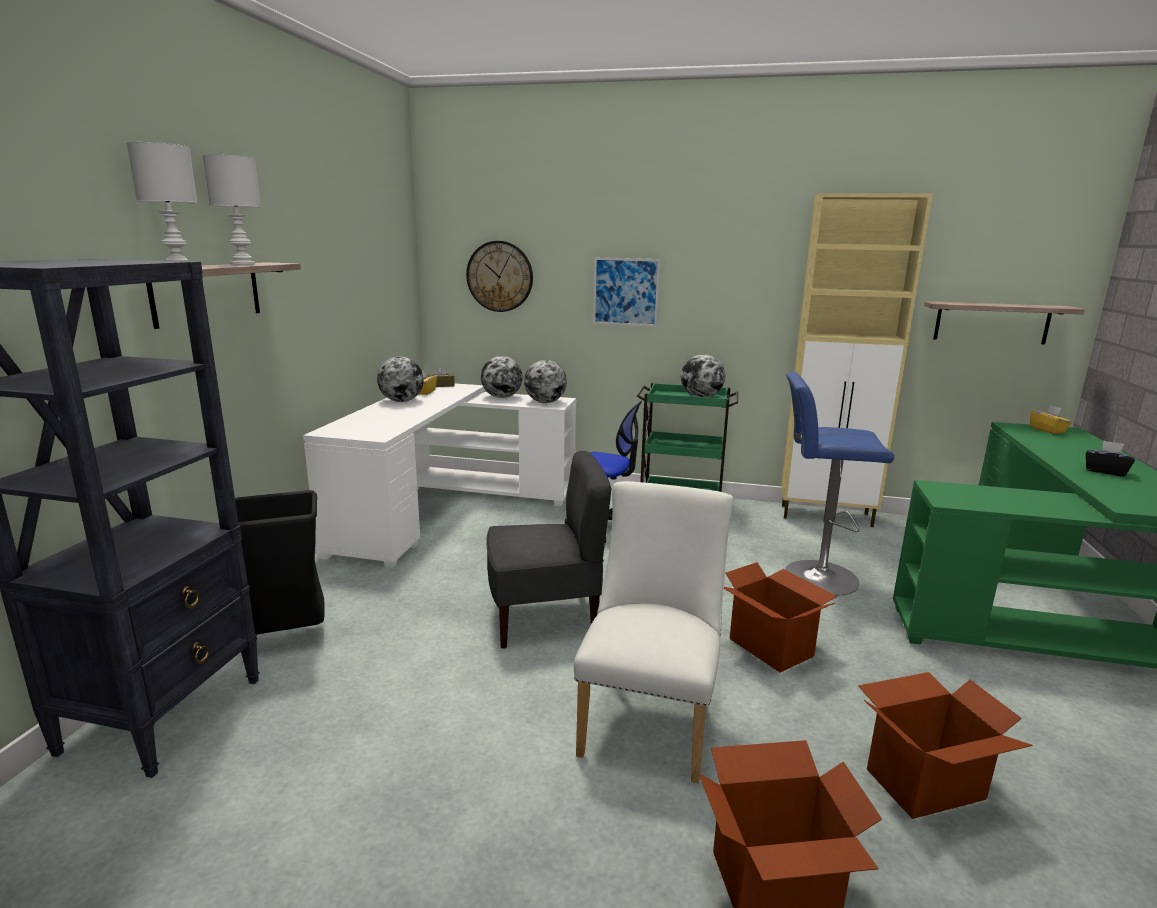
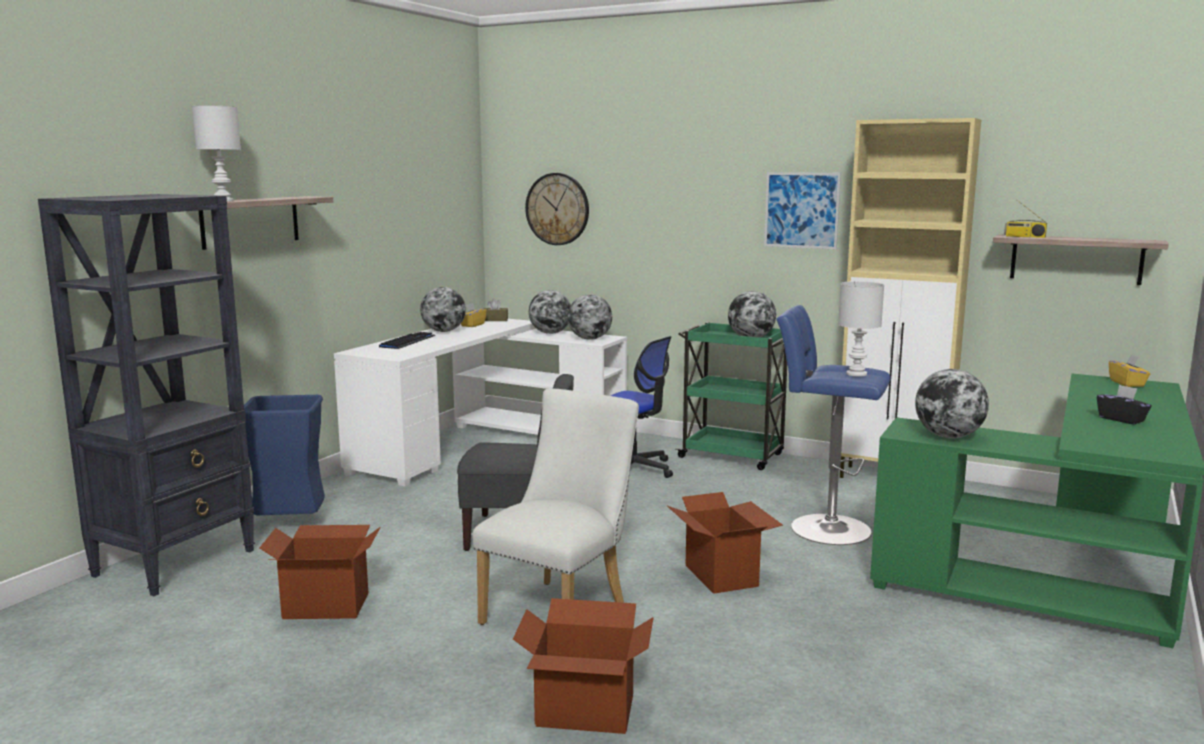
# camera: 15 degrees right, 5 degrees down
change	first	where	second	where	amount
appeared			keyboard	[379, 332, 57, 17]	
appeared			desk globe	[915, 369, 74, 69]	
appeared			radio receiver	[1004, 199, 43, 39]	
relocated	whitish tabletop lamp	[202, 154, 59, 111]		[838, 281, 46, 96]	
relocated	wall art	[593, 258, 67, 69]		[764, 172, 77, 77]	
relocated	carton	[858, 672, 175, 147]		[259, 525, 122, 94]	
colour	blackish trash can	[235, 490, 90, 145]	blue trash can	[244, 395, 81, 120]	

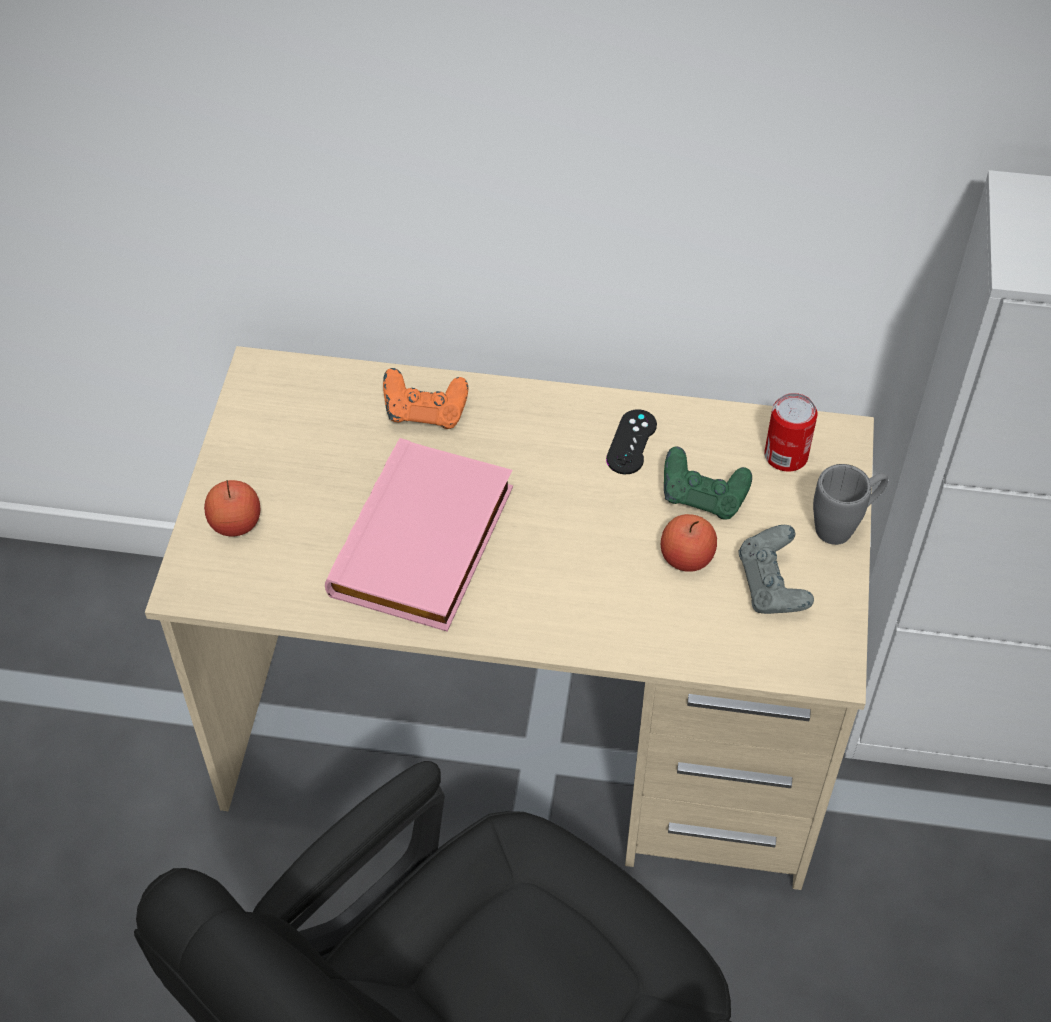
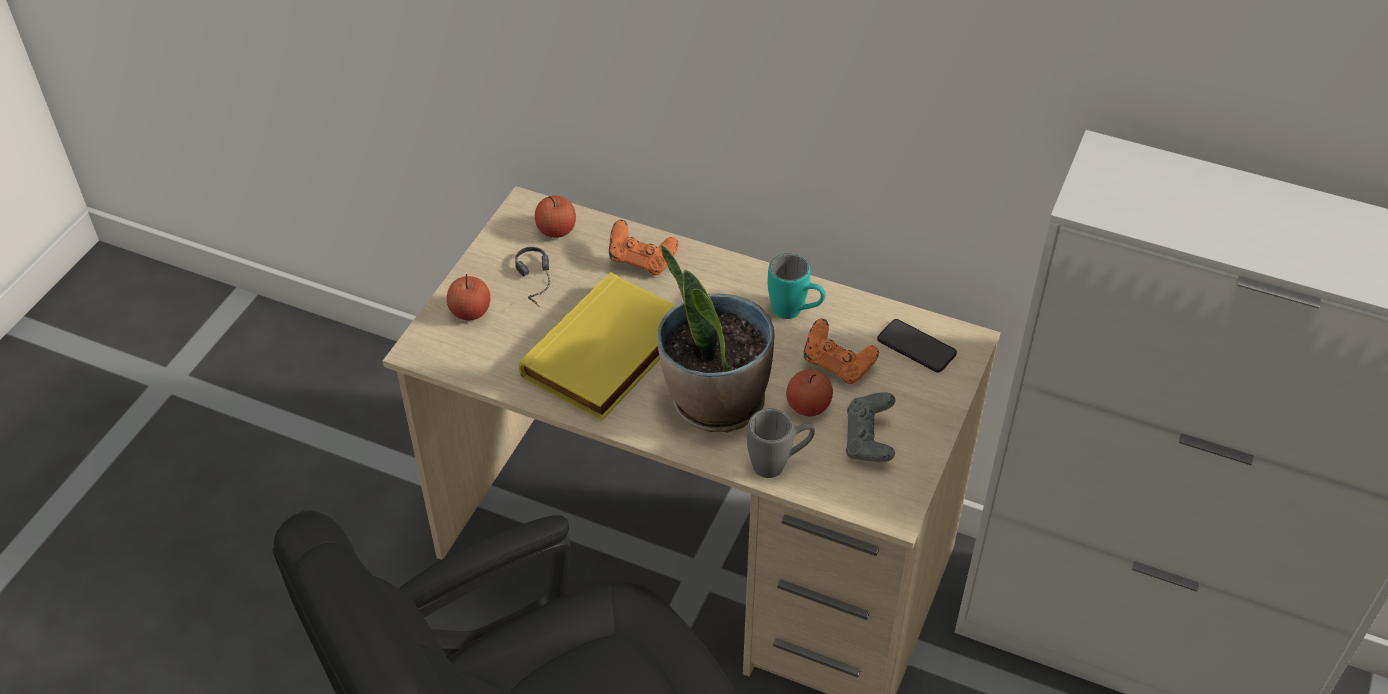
# camera: 15 degrees right, 5 degrees down
change	first	where	second	where	amount
appeared			headphones	[515, 247, 35, 60]	
appeared			whole apple	[535, 196, 41, 42]	
appeared			houseplant	[657, 245, 118, 188]	
relocated	gray tea mug	[813, 464, 75, 81]		[747, 409, 68, 69]	
exchanged	blackish joypad	[606, 409, 51, 65]	turquoise tea mug	[768, 253, 57, 66]	
exchanged	metal can	[764, 393, 53, 79]	phone	[877, 319, 80, 54]	
colour	pinkish volume	[325, 438, 188, 194]	yellow volume	[519, 272, 156, 149]	
colour	green joypad	[664, 447, 88, 73]	orange joypad	[804, 318, 75, 66]	

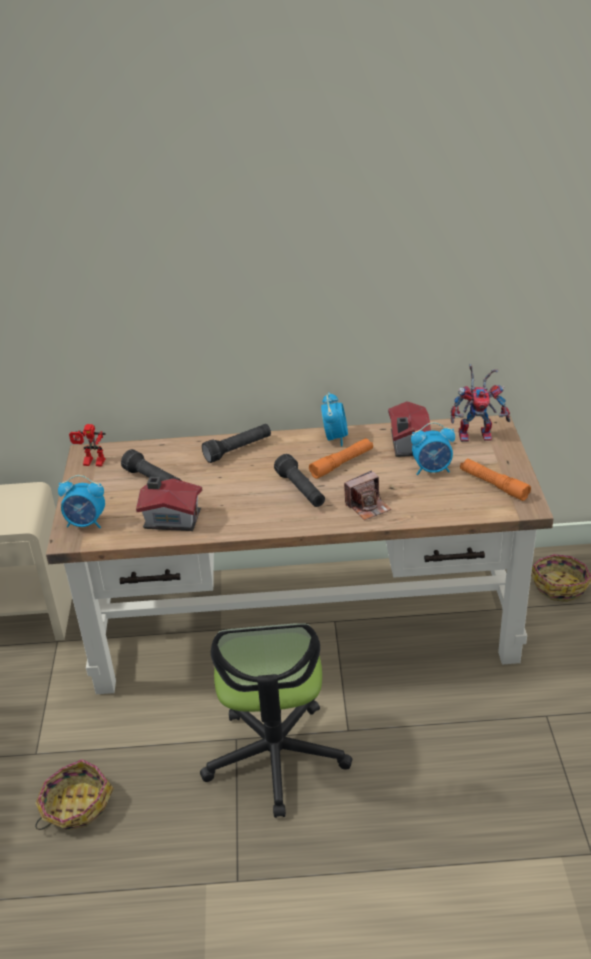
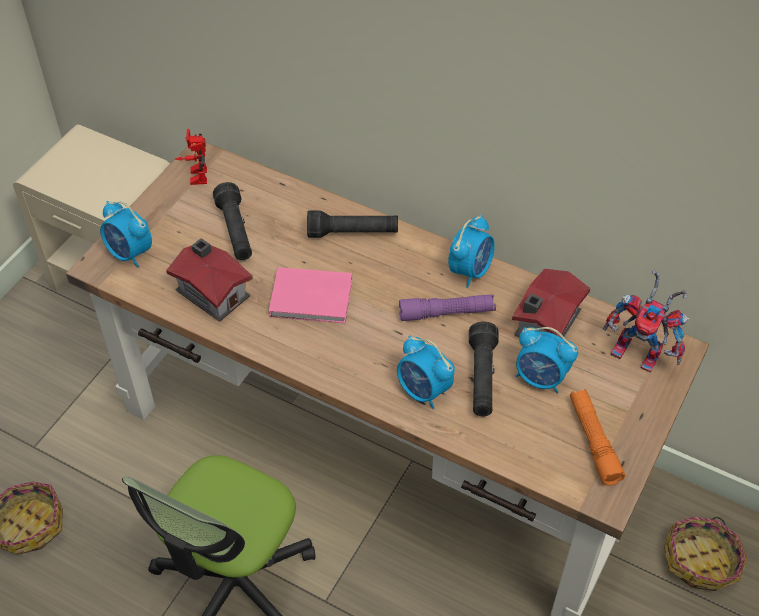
# camera: 30 degrees right, 15 degrees up
change	first	where	second	where	amount
appeared			pinkish volume	[269, 267, 83, 56]	
relocated	blackish hand torch	[274, 454, 51, 53]		[469, 322, 30, 94]	
exchanged	photo camera	[344, 470, 47, 51]	alarm clock	[397, 336, 58, 73]	
colour	orange hand torch	[309, 438, 64, 41]	purple hand torch	[399, 294, 97, 27]	
spun	robot figure	[69, 424, 37, 43]		[175, 129, 32, 56]	45 degrees clockwise

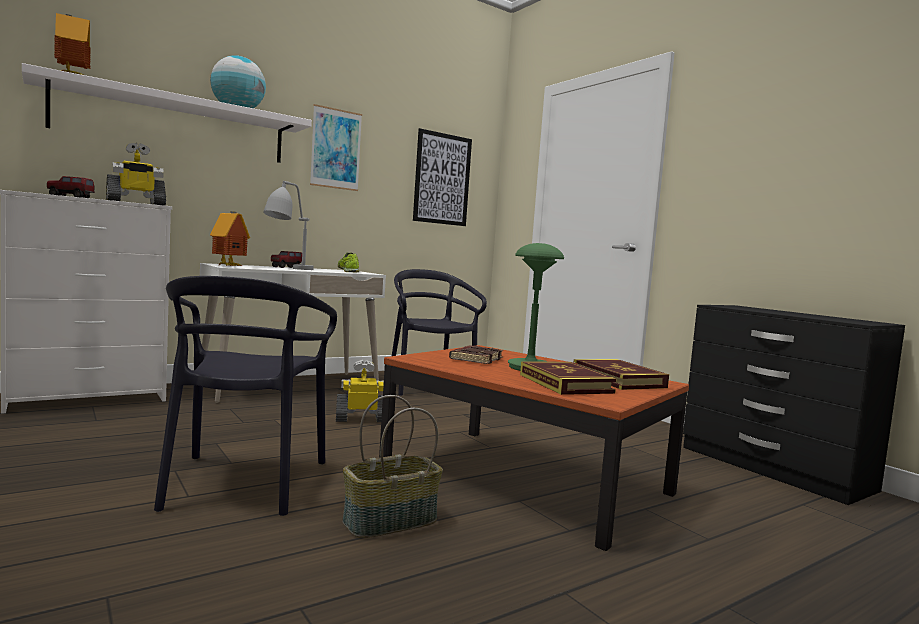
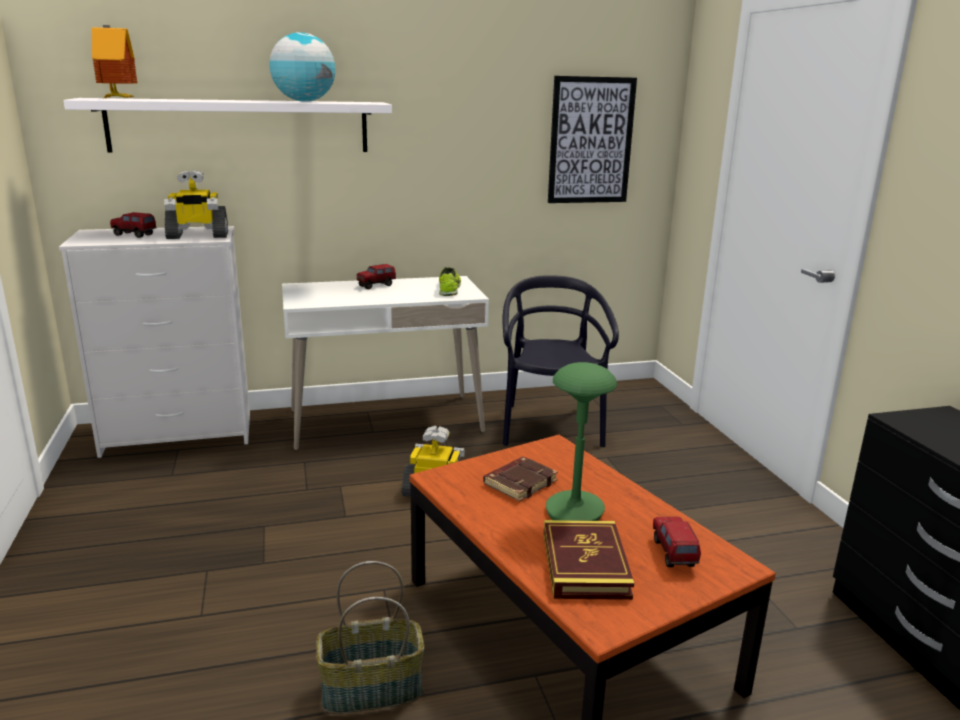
# camera: 20 degrees right, 15 degrees up
change	first	where	second	where	amount
missing	blackish chair	[154, 276, 183, 240]			
missing	model house	[210, 211, 40, 55]			
missing	gray tabletop lamp	[263, 181, 51, 89]			
missing	wall art	[310, 104, 52, 87]			
exchanged	volume	[574, 359, 95, 31]	toy truck	[653, 517, 48, 50]	

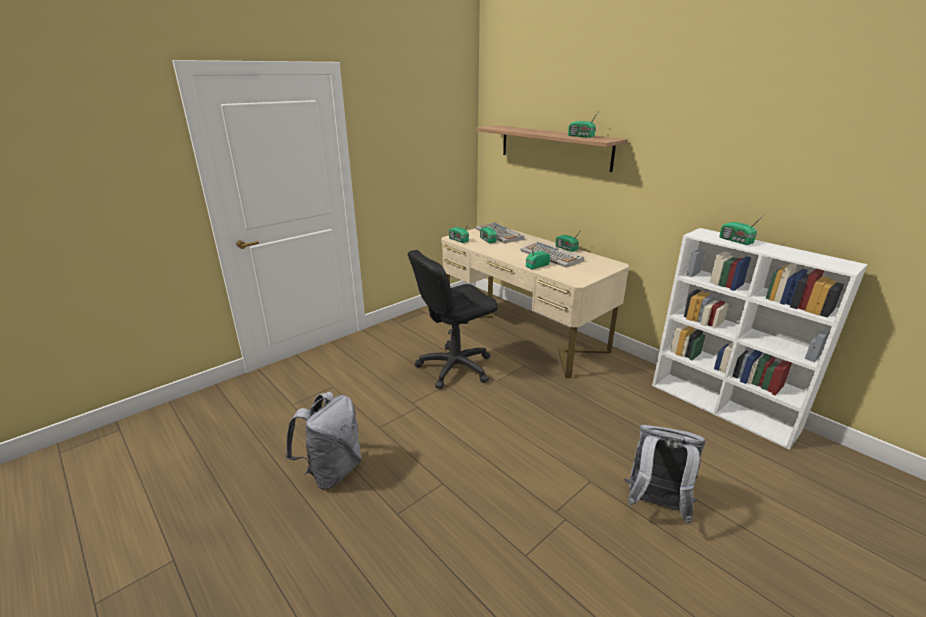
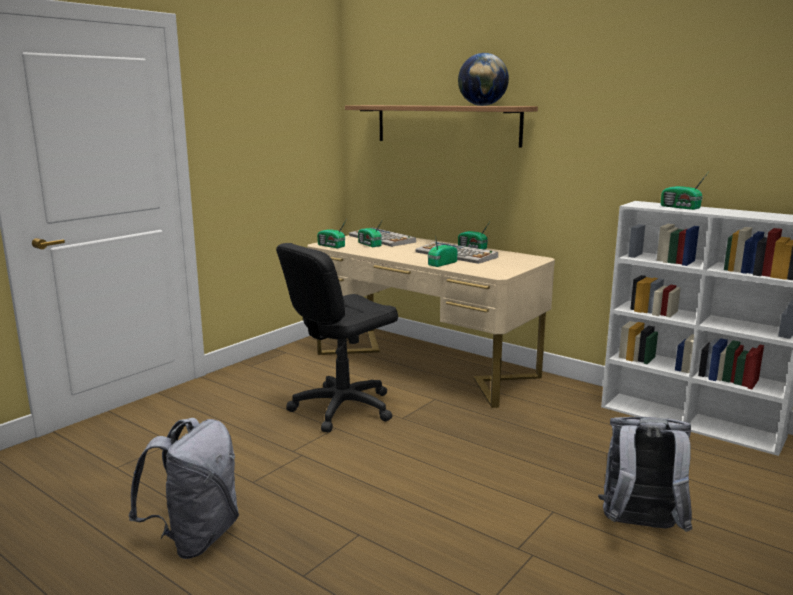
# camera: 10 degrees left, 10 degrees down
change	first	where	second	where	amount
exchanged	radio receiver	[568, 110, 32, 28]	desk globe	[458, 53, 51, 53]	

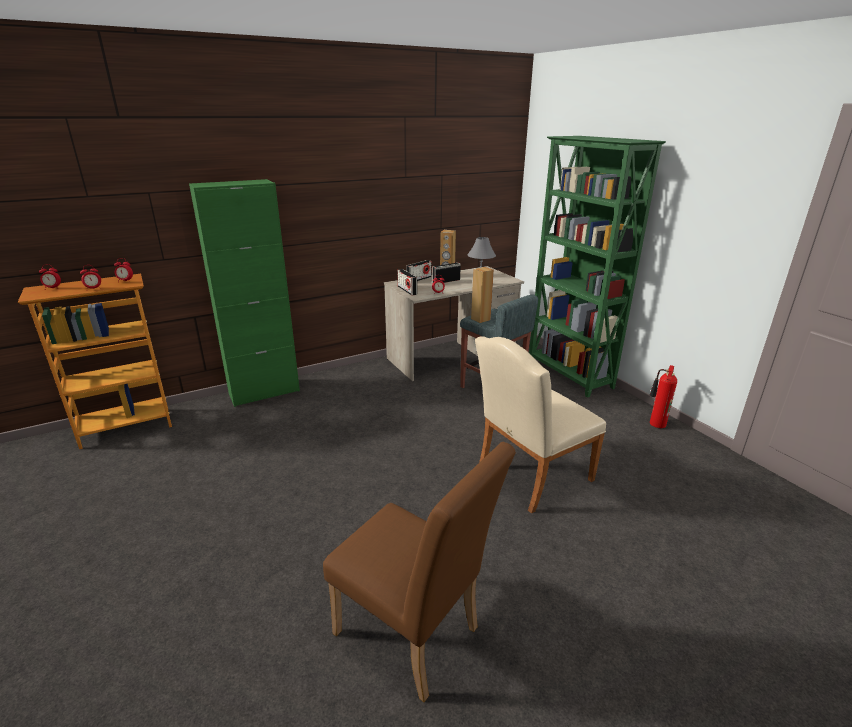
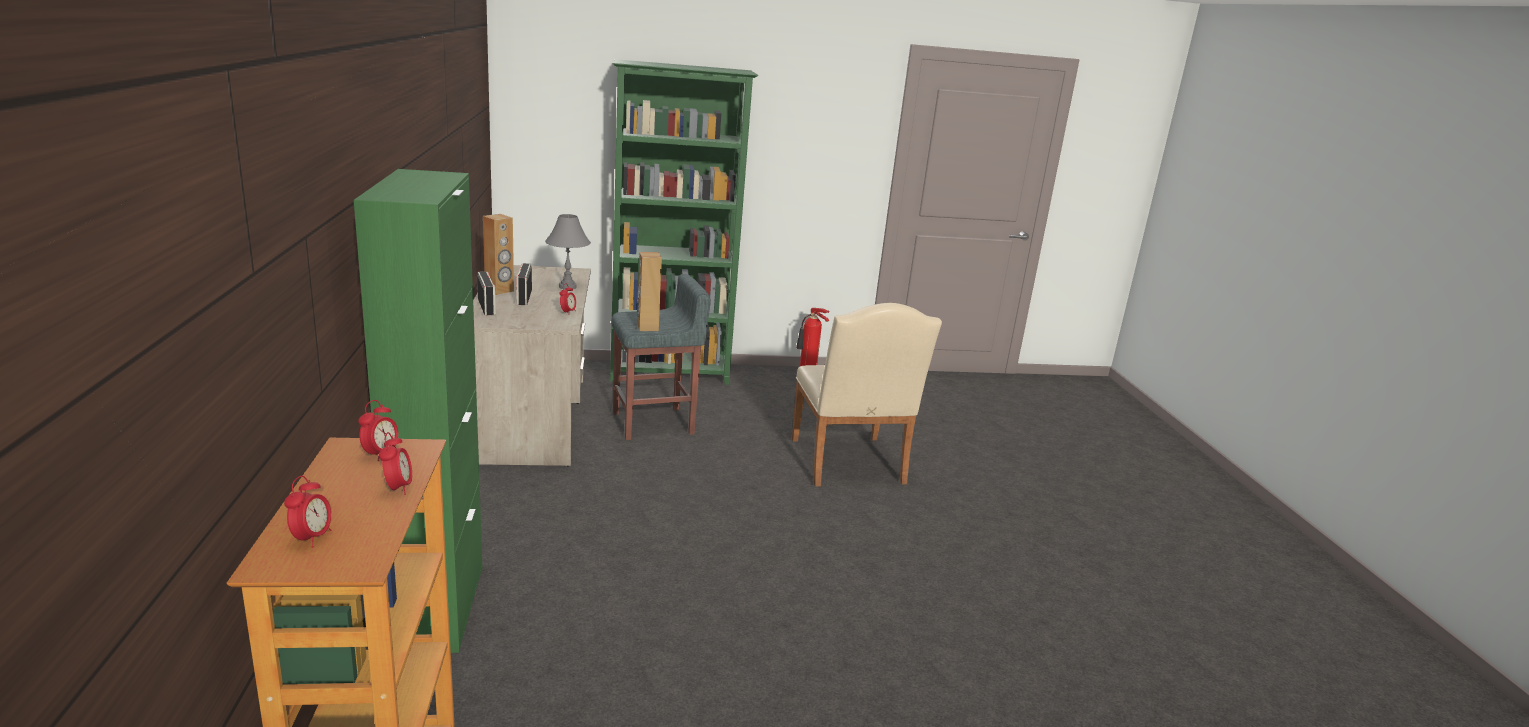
# camera: 70 degrees left, 5 degrees down
change	first	where	second	where	amount
missing	brownish chair	[323, 442, 193, 260]			
missing	radio receiver	[397, 269, 20, 26]			

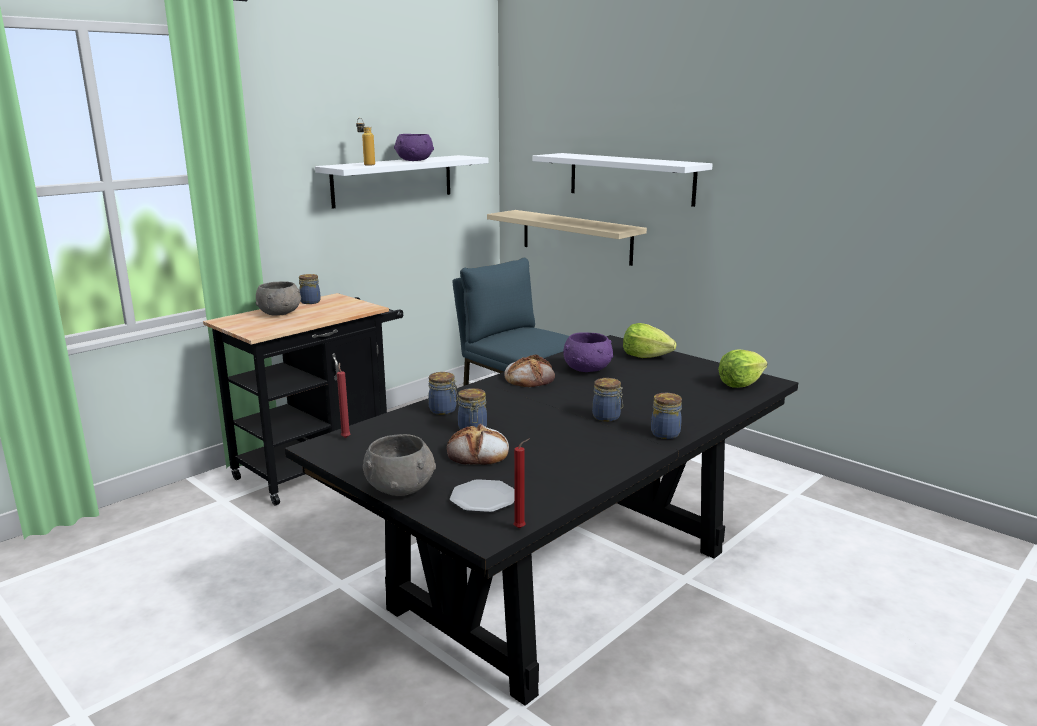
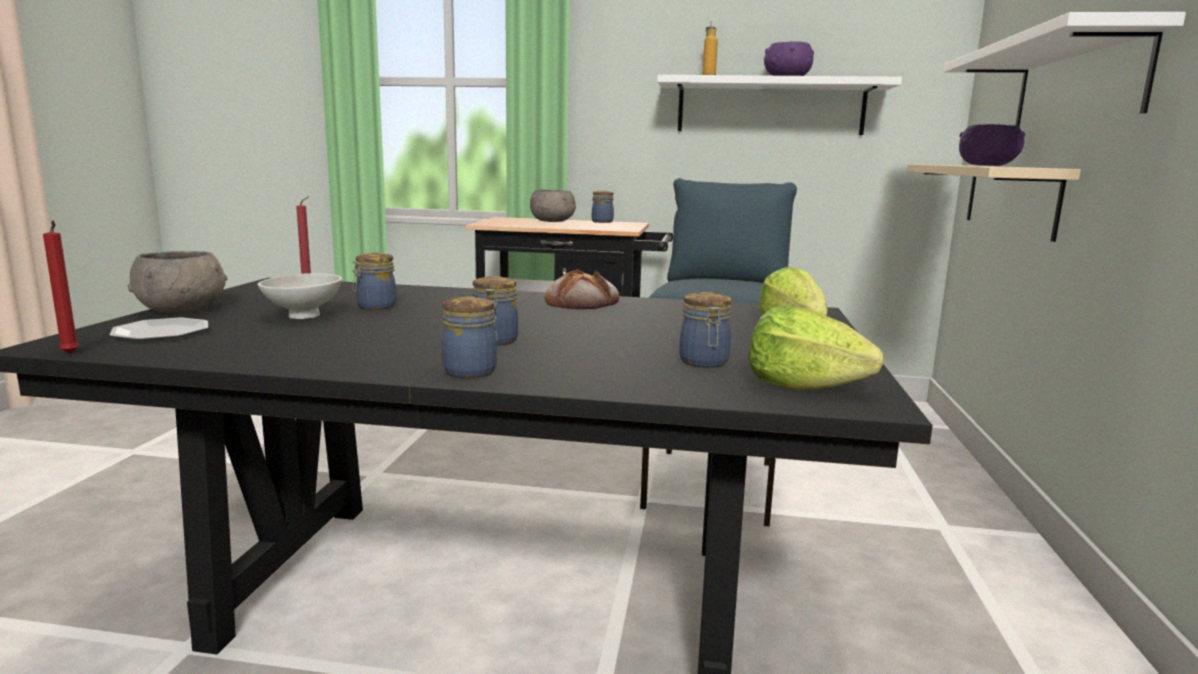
# camera: 55 degrees right, 5 degrees down
change	first	where	second	where	amount
relocated	preserve jar	[428, 372, 30, 43]		[679, 292, 53, 76]	
relocated	purple bowl	[563, 332, 50, 40]		[959, 124, 66, 42]	
exchanged	bread	[446, 424, 63, 41]	whitish bowl	[258, 273, 84, 46]	

